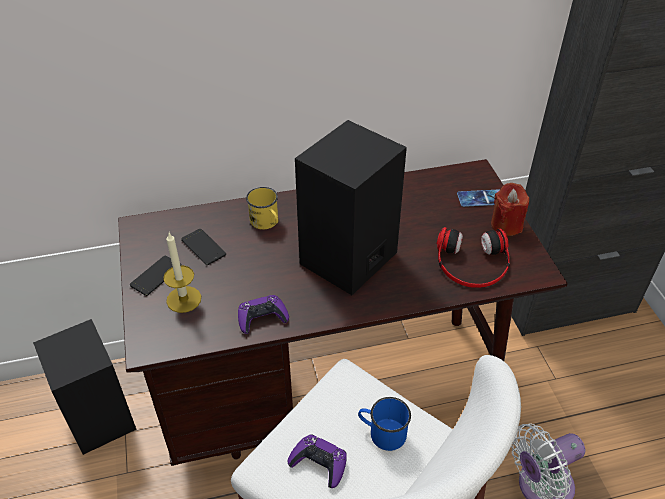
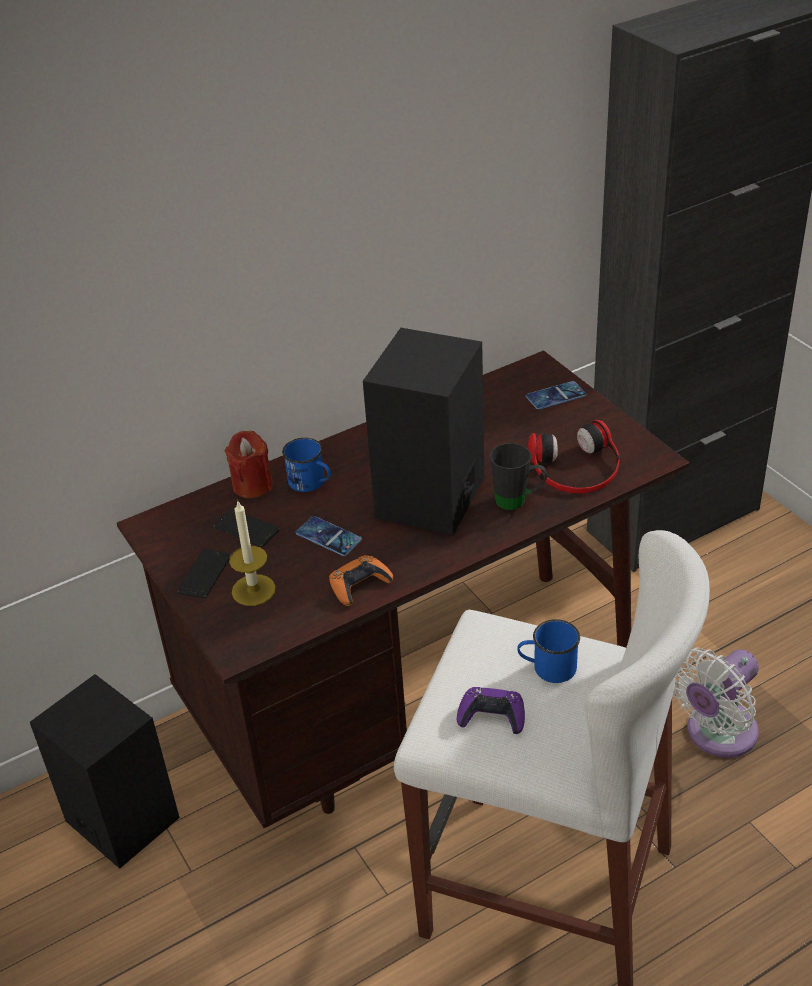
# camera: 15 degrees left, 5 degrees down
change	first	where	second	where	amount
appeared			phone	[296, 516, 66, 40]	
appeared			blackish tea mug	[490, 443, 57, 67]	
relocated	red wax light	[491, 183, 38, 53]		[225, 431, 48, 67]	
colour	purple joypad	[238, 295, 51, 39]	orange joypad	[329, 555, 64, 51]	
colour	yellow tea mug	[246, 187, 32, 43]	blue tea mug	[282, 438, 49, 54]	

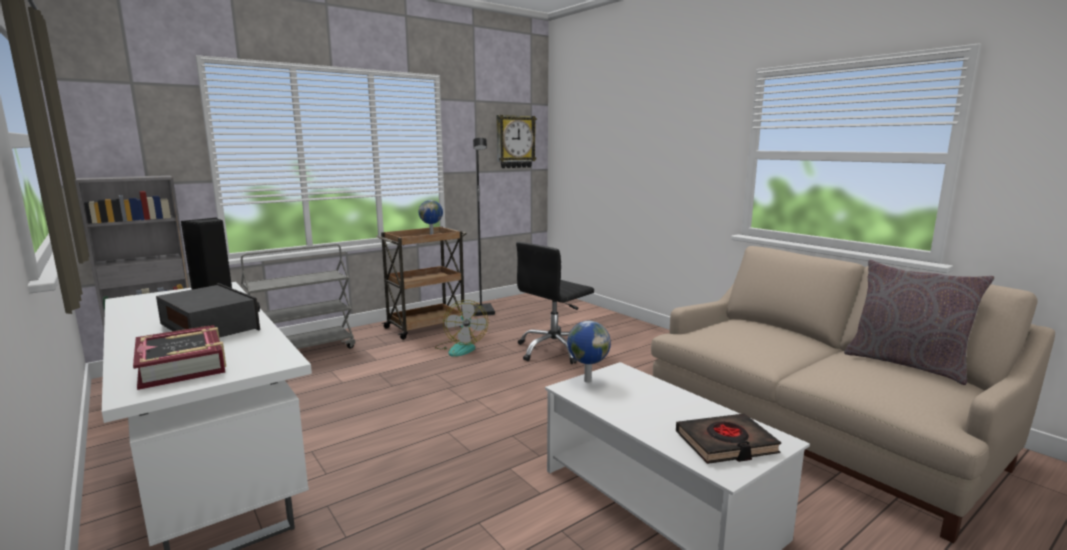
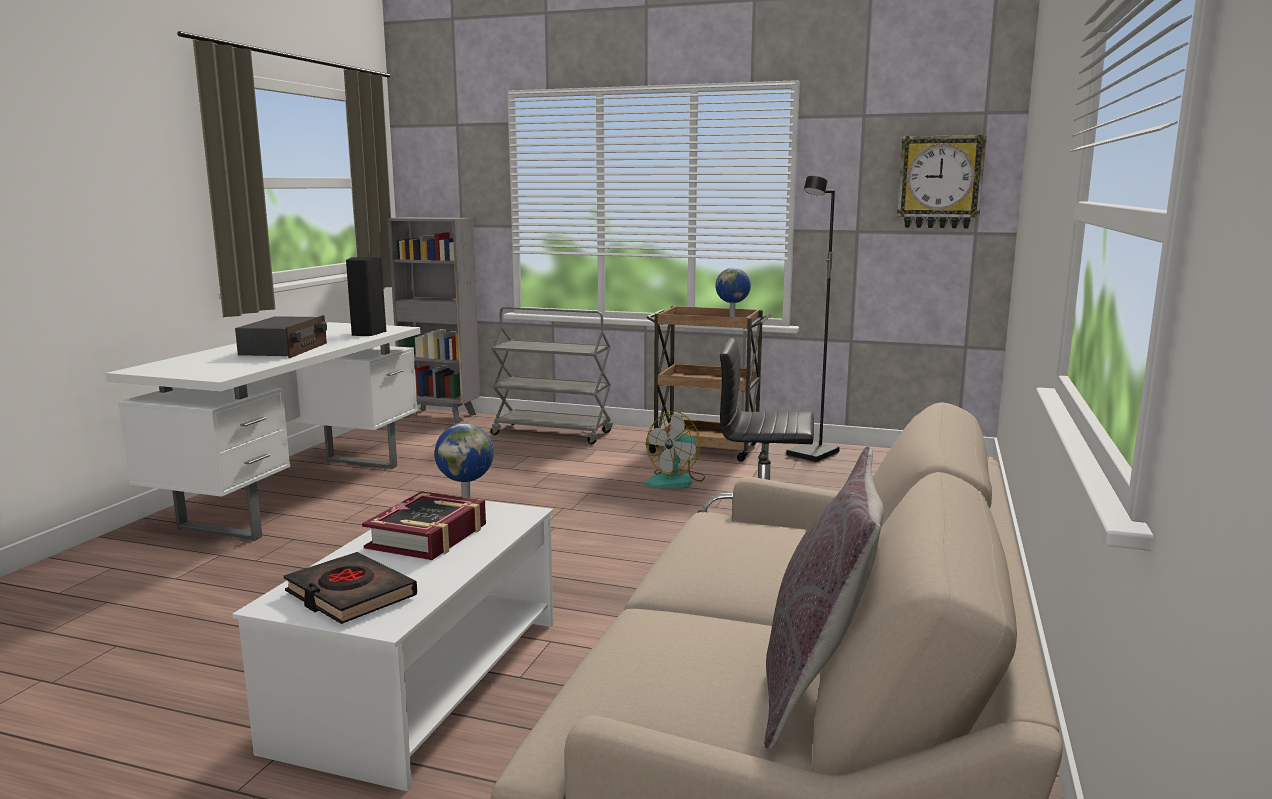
# camera: 55 degrees right, 0 degrees up
change	first	where	second	where	amount
relocated	volume	[133, 325, 93, 65]		[362, 491, 124, 69]	

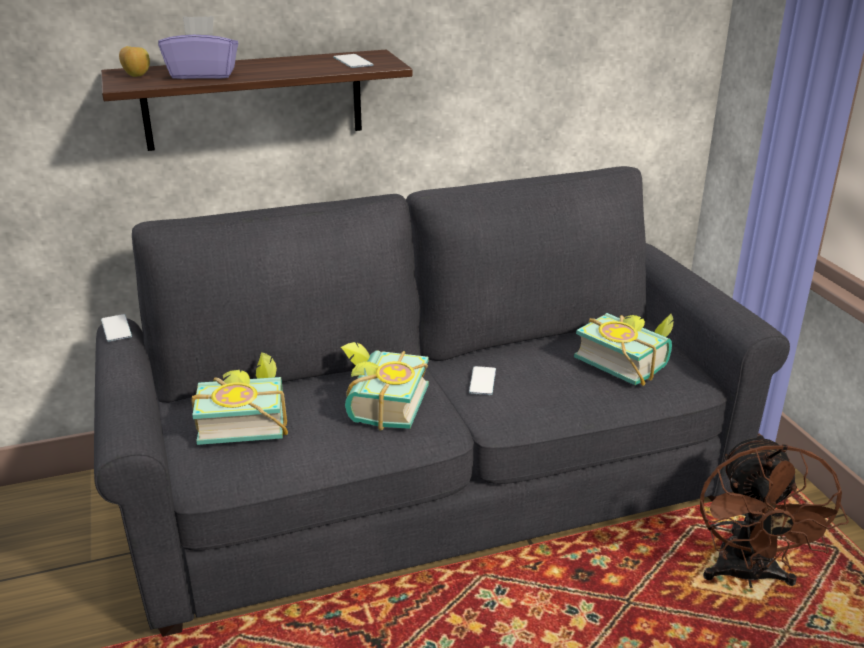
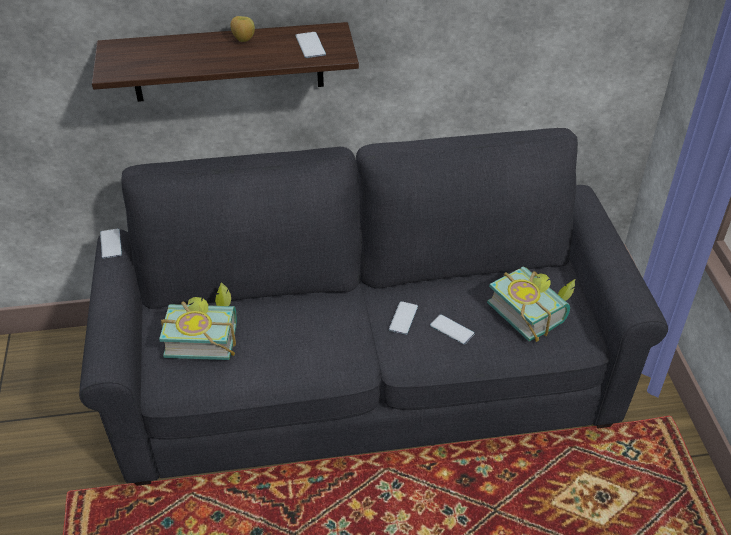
# camera: 10 degrees right, 15 degrees up
change	first	where	second	where	amount
missing	purple tissue holder	[158, 16, 81, 63]			
missing	volume	[341, 342, 88, 89]			
missing	brownish fan	[700, 433, 149, 155]			
appeared			phone	[430, 314, 45, 31]	
relocated	whole apple	[119, 46, 31, 31]		[230, 16, 25, 26]	

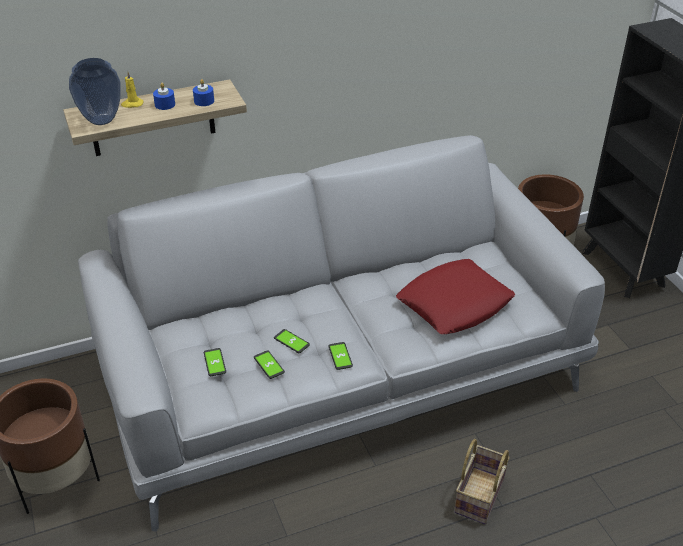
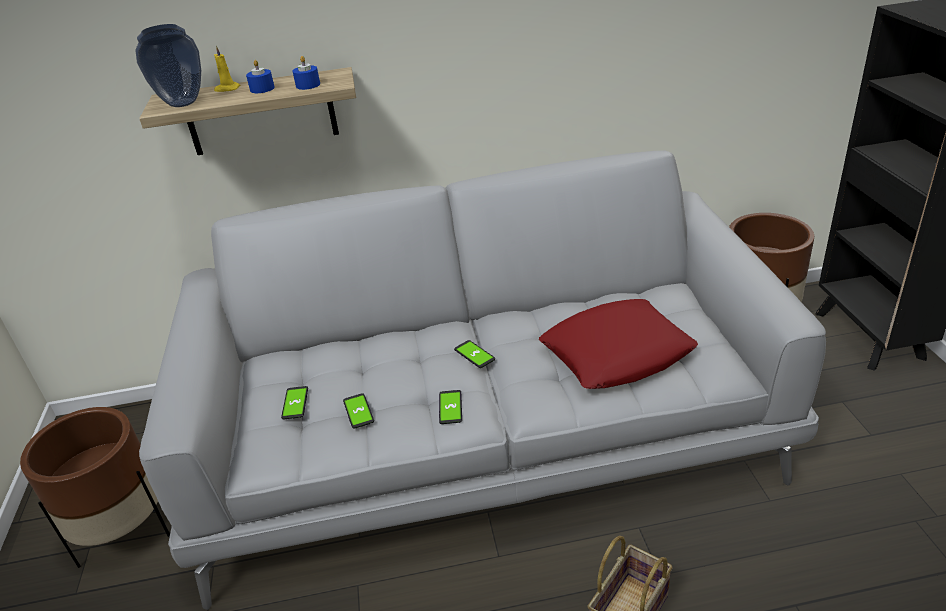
# camera: 15 degrees right, 5 degrees down
change	first	where	second	where	amount
relocated	phone	[274, 329, 36, 24]		[454, 340, 41, 28]	

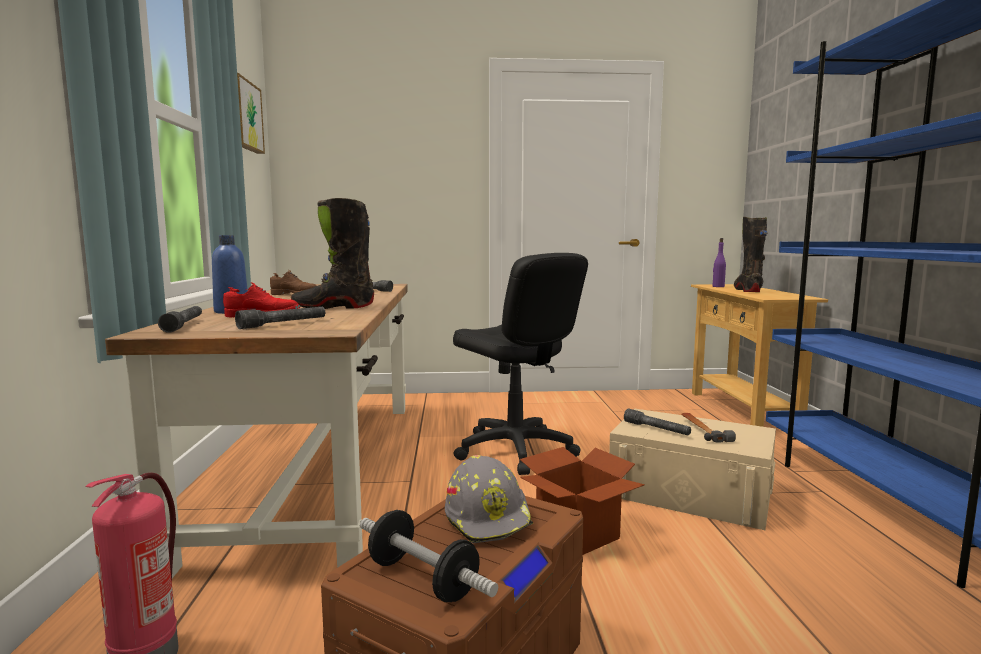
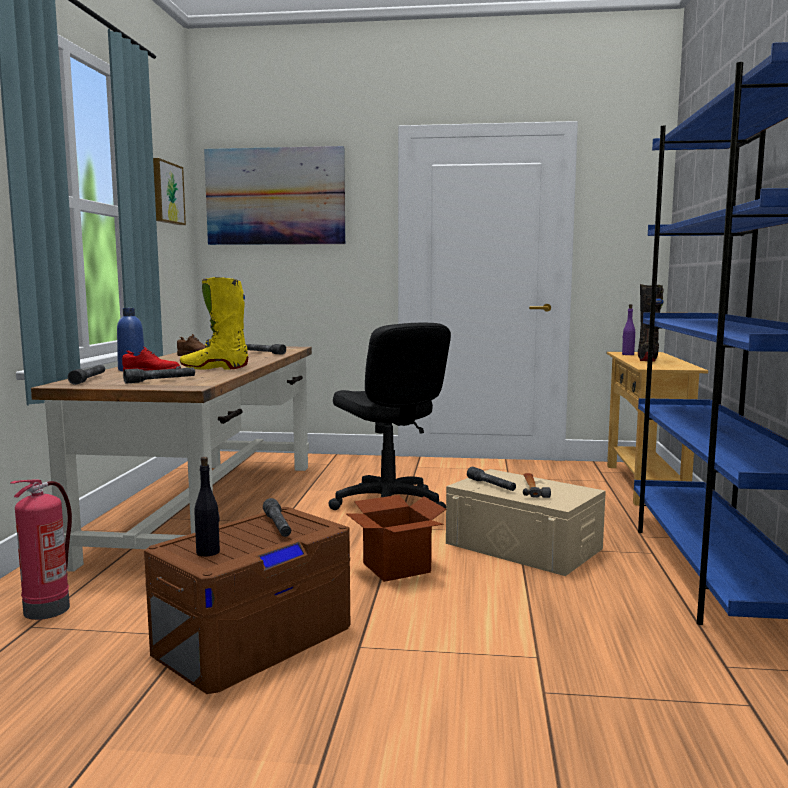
# camera: 10 degrees right, 0 degrees up
change	first	where	second	where	amount
appeared			wall art	[204, 146, 141, 99]	
exchanged	dumbbell	[360, 510, 138, 92]	blackish beverage bottle	[194, 457, 26, 100]	
exchanged	gray hard hat	[445, 455, 88, 88]	gray hand torch	[263, 498, 28, 39]	
colour	blackish tall boot	[291, 198, 83, 111]	yellow tall boot	[180, 277, 68, 93]	

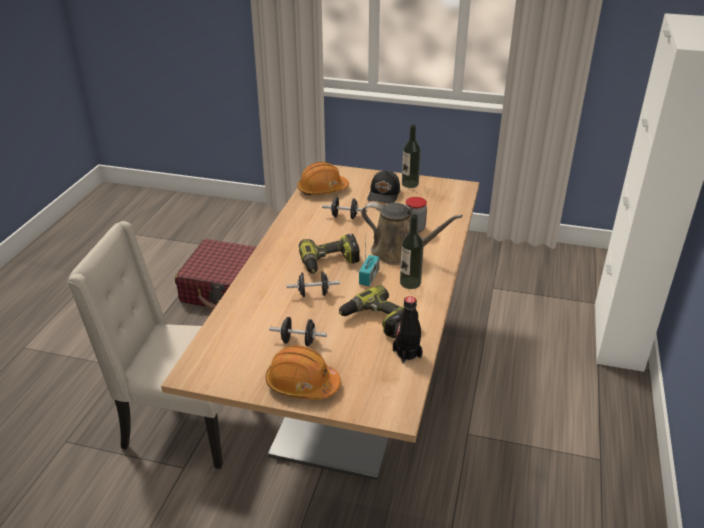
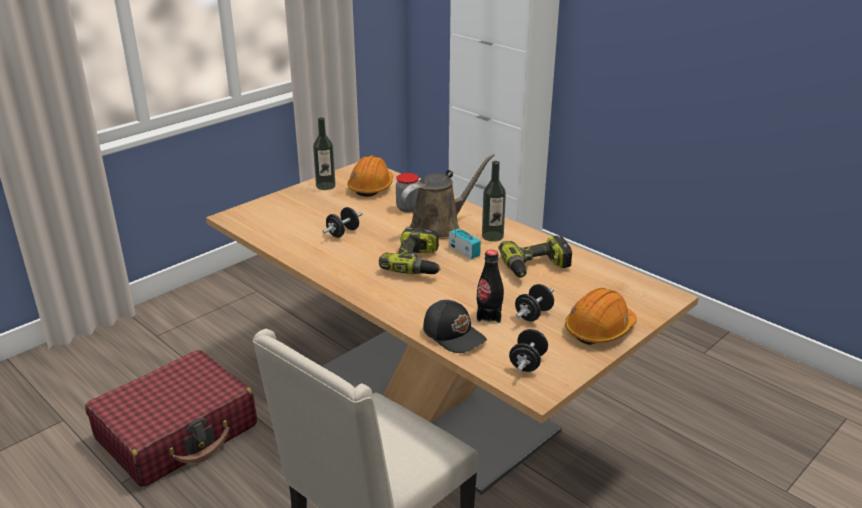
# camera: 60 degrees left, 5 degrees down
change	first	where	second	where	amount
relocated	blackish dumbbell	[286, 271, 54, 26]		[509, 329, 39, 43]	
relocated	orange hard hat	[297, 162, 52, 33]		[348, 156, 45, 41]	
relocated	blackish cap	[367, 171, 33, 33]		[423, 300, 64, 53]	
relocated	blackish beverage bottle	[393, 296, 30, 67]		[477, 250, 27, 73]	

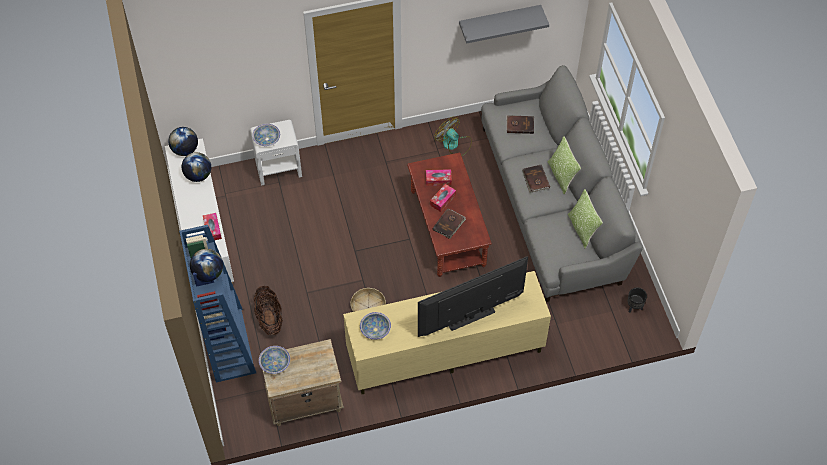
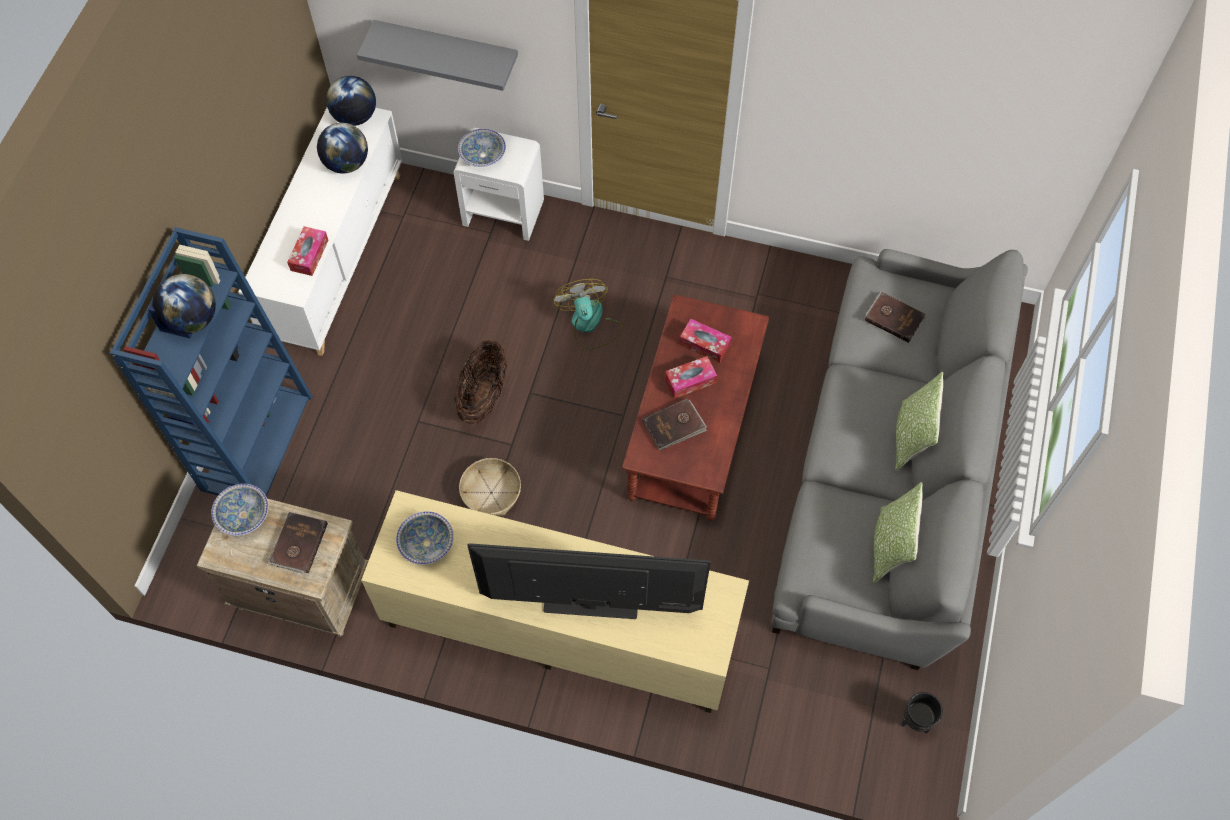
# camera: 30 degrees right, 5 degrees up
change	first	where	second	where	amount
relocated	storage basket	[254, 286, 29, 49]		[454, 340, 53, 84]	
relocated	fan	[434, 117, 38, 39]		[553, 279, 70, 71]	
relocated	gray shelf	[459, 5, 90, 39]		[357, 20, 161, 71]	
relocated	brownish volume	[522, 165, 28, 28]		[267, 512, 61, 61]	

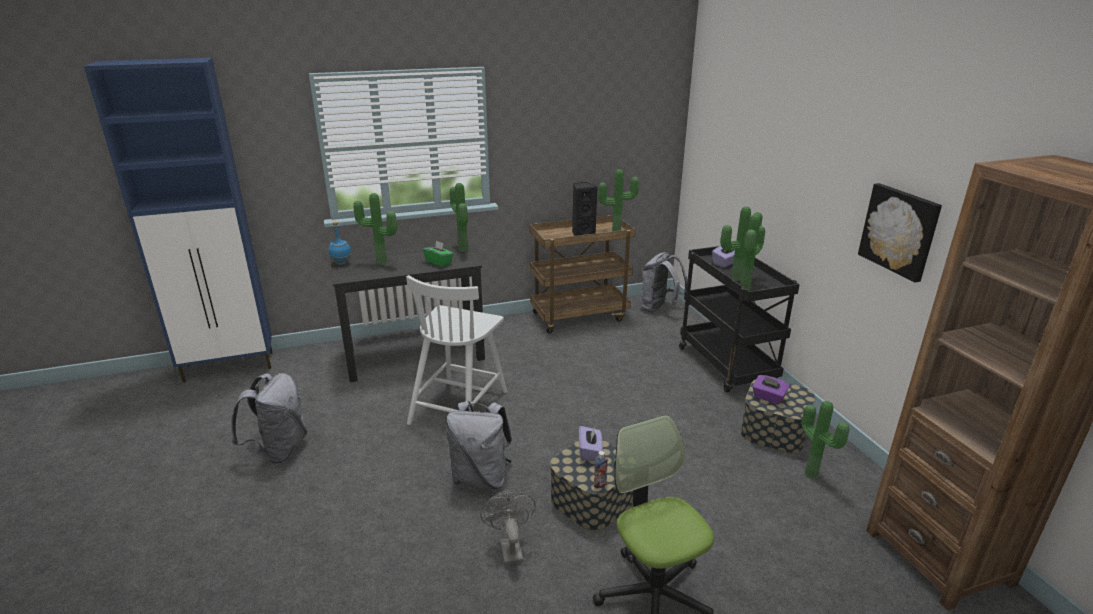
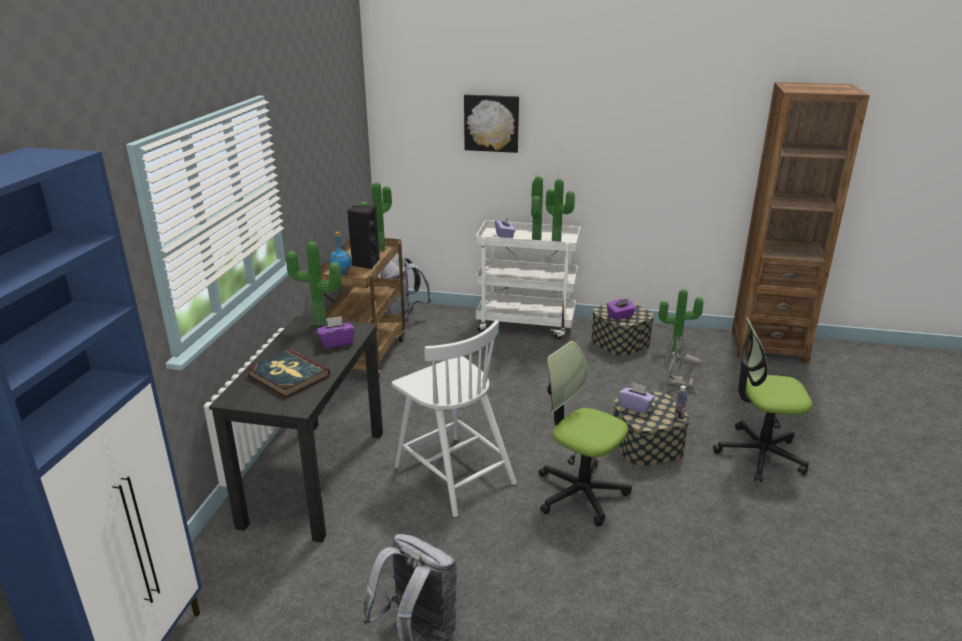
# camera: 60 degrees left, 0 degrees up
change	first	where	second	where	amount
relocated	blue beverage bottle	[328, 222, 23, 43]		[329, 232, 23, 44]	
relocated	gray fan	[480, 490, 56, 75]		[664, 336, 38, 52]	
relocated	wall art	[858, 183, 84, 100]		[464, 94, 55, 59]	
exchanged	houseplant	[353, 193, 44, 72]	volume	[247, 349, 83, 49]	
exchanged	gray knapsack	[446, 401, 66, 88]	desk chair	[539, 341, 93, 185]	
colour	green tissue holder	[423, 241, 30, 26]	purple tissue holder	[317, 316, 38, 32]	
colour	blackish trolley	[679, 246, 121, 146]	whitish trolley	[475, 220, 106, 119]	

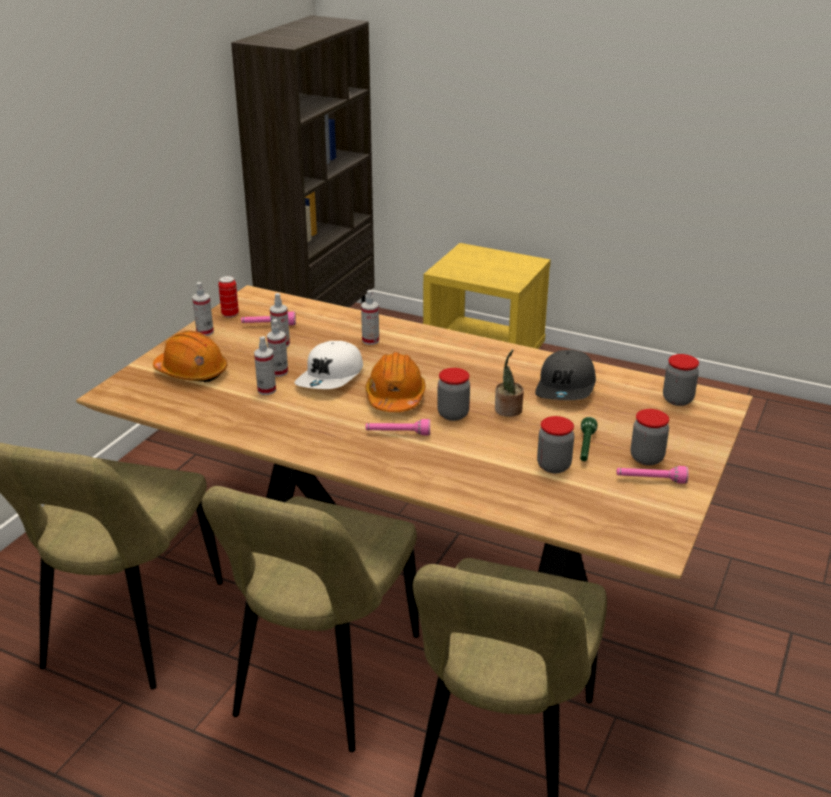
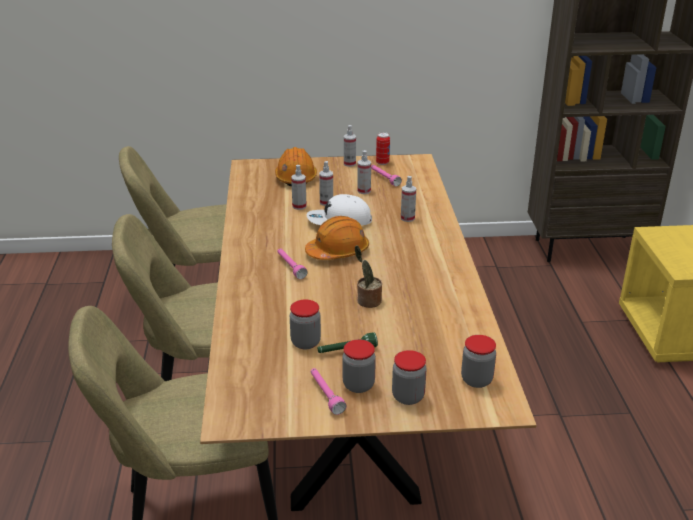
# camera: 60 degrees right, 0 degrees up
change	first	where	second	where	amount
missing	gray cap	[535, 350, 61, 50]			
relocated	preserve jar	[437, 368, 33, 53]		[392, 350, 35, 55]	

